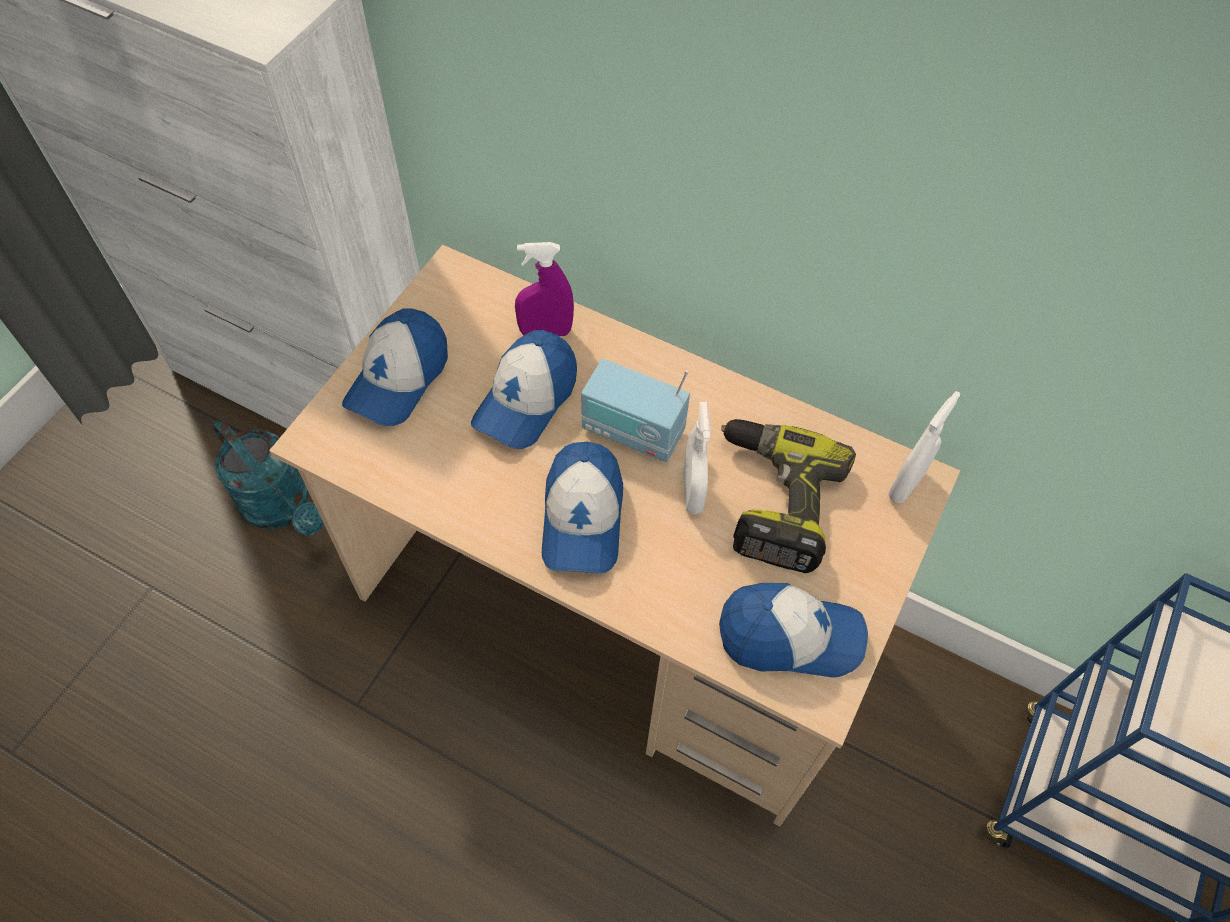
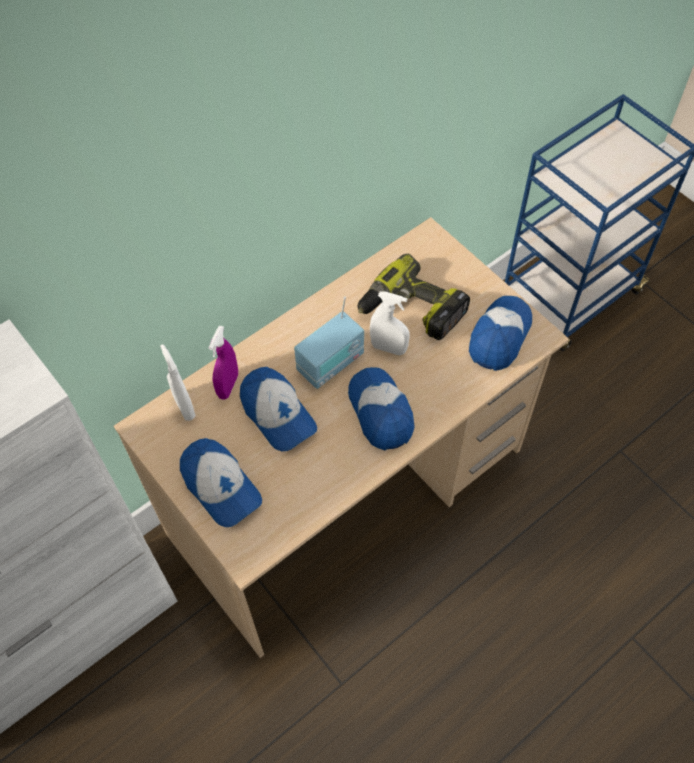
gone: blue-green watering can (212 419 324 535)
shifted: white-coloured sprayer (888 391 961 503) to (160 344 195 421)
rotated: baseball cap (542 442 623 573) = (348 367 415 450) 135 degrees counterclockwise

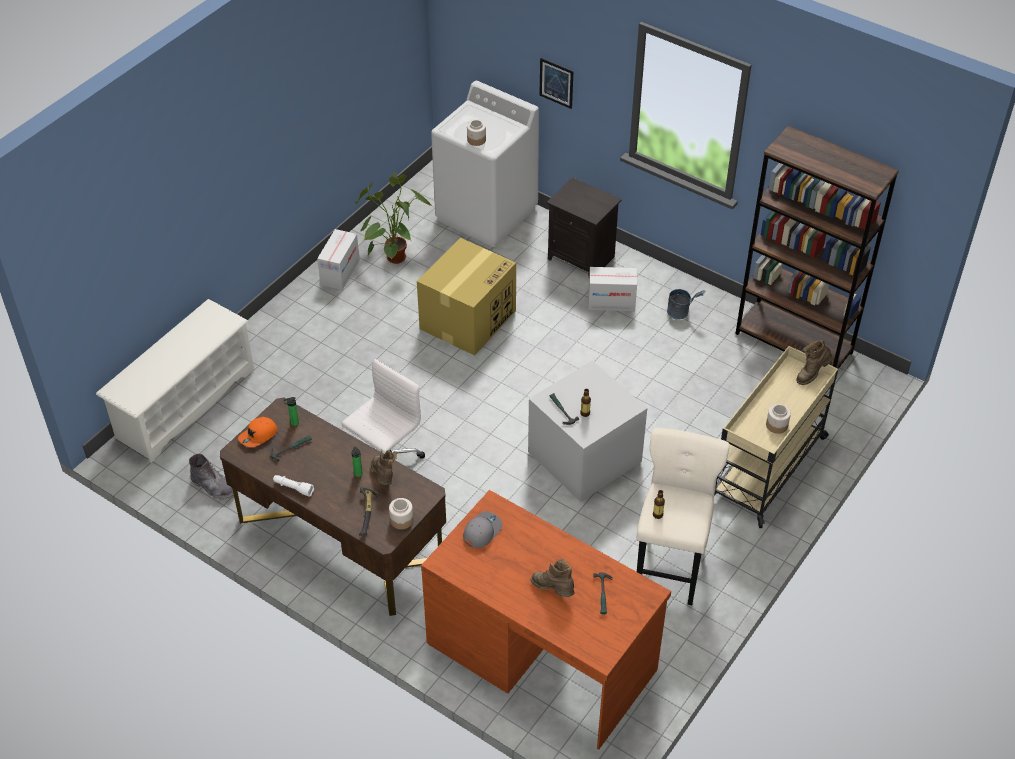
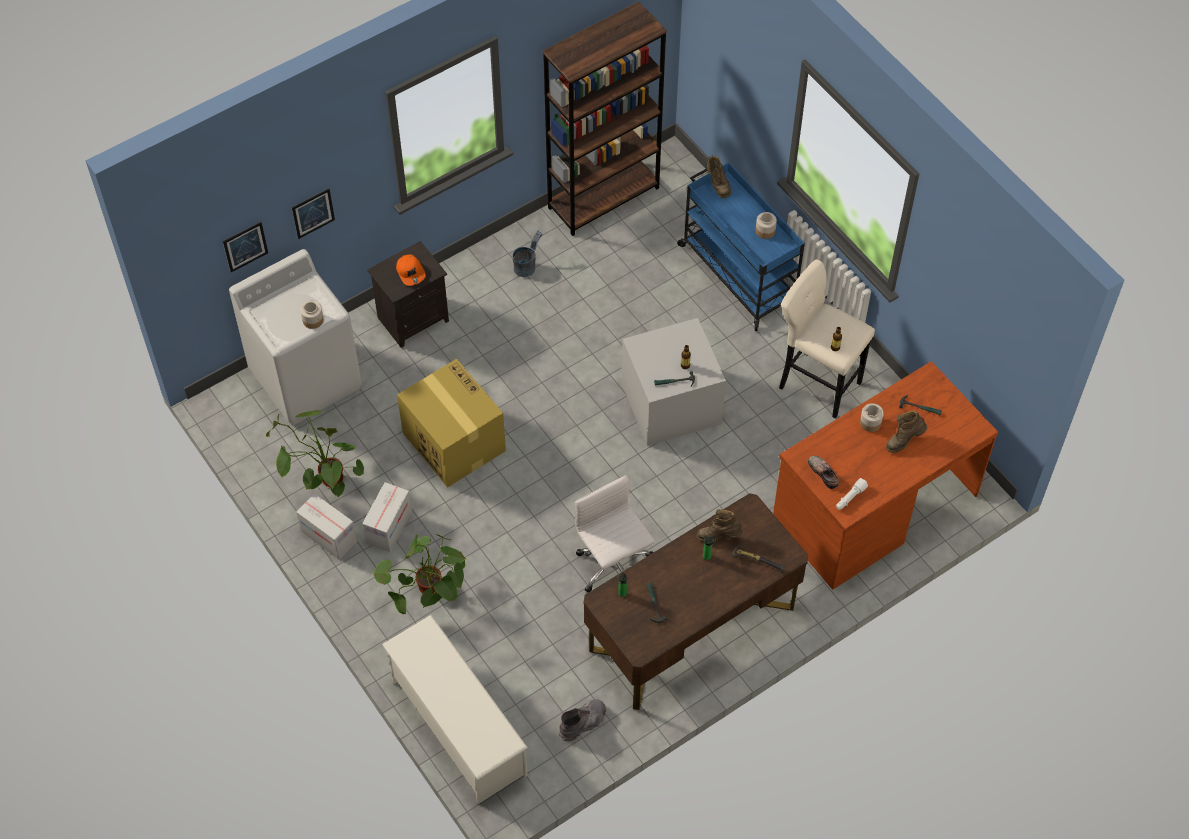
new: picture (223 222 268 272); plant in a pot (372 534 467 614)
shifted: orangey baseball cap (238 417 278 447) to (396 255 426 286); white-coloured hand torch (273 475 314 496) to (836 478 868 510); storage jar (389 498 413 530) to (860 403 884 432); packing box (588 267 637 311) to (362 482 412 552)
swapped: greyish baseball cap (463 511 502 548) to item of footwear (808 456 839 489)
repainted: beige cart (714 346 838 528) to blue cart (677 162 805 331)

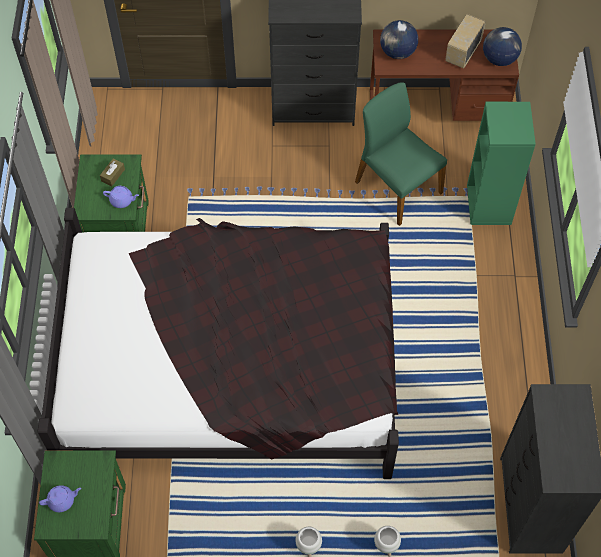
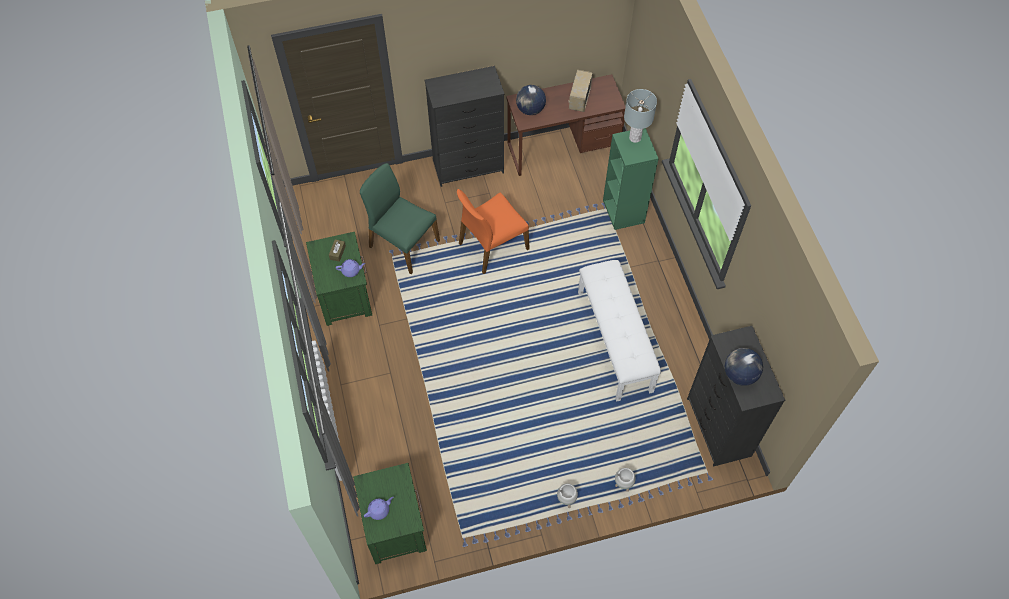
gone: blackish bed (38 208 399 479)
new: orangey plain chair (457 189 530 274); white-coloured long seat (578 260 661 402); greyish lamp for a table (624 89 657 143)
shifted: green-coloured plain chair (355 82 447 226) to (360 163 440 274); globe (483 27 522 66) to (725 348 763 386)

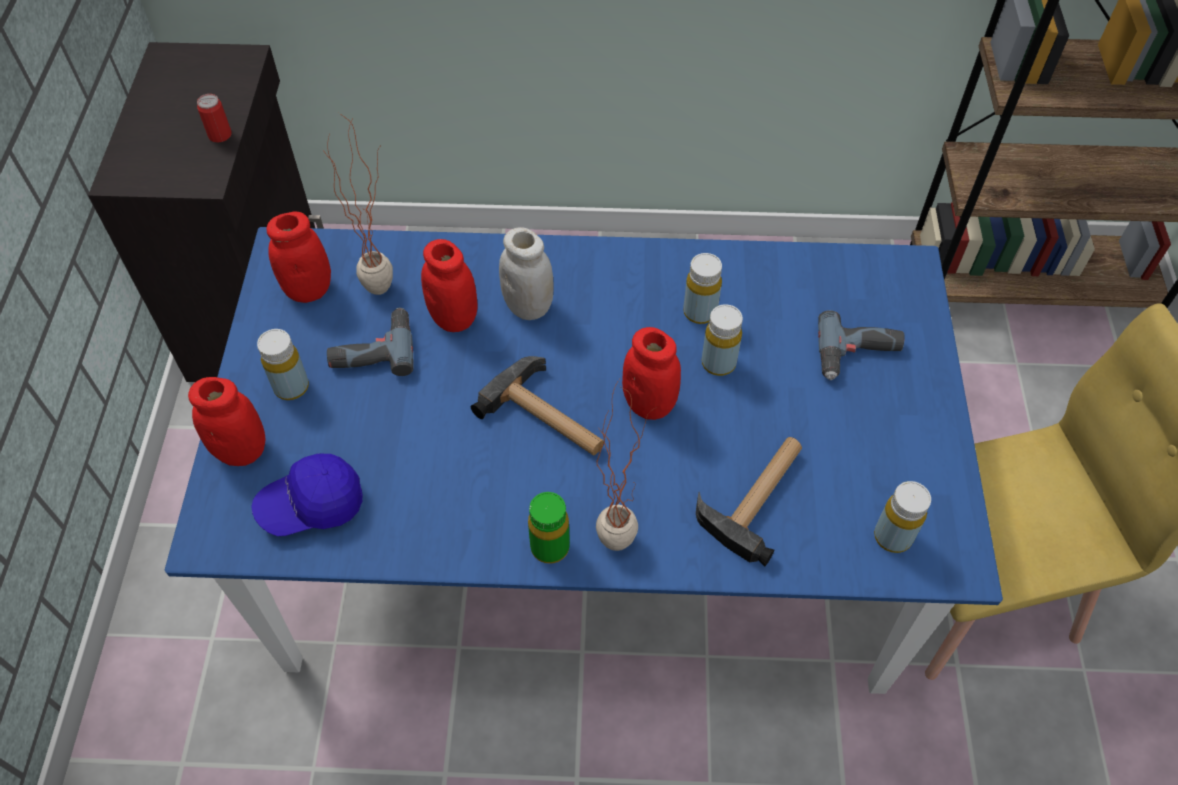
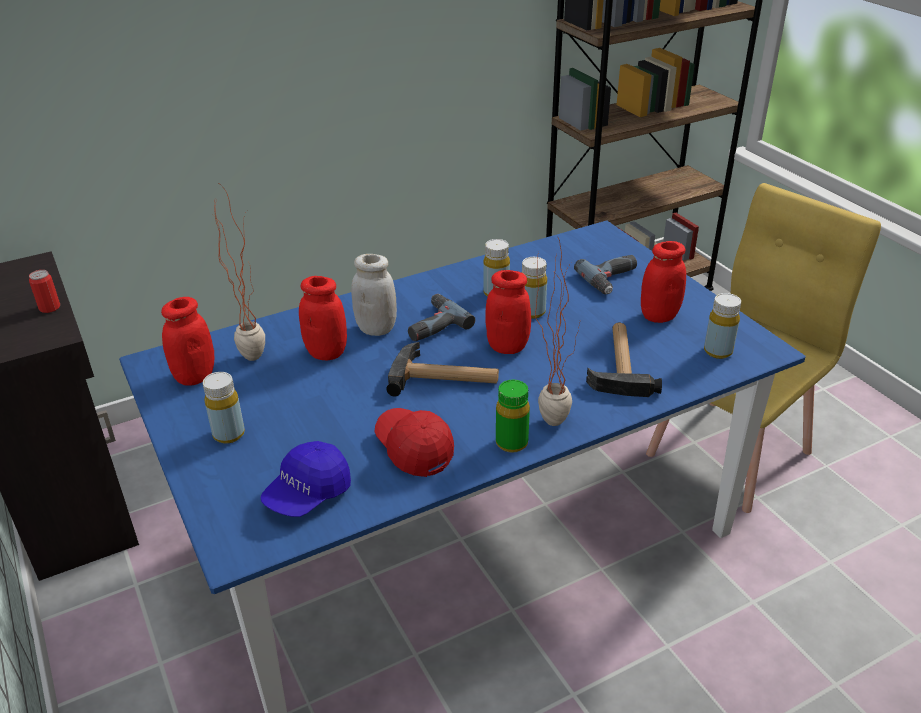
new: reddish baseball cap (374 408 454 477)
shifted: reddish storage jar (188 377 265 466) to (641 241 686 323); drill (327 308 414 376) to (408 294 476 341)

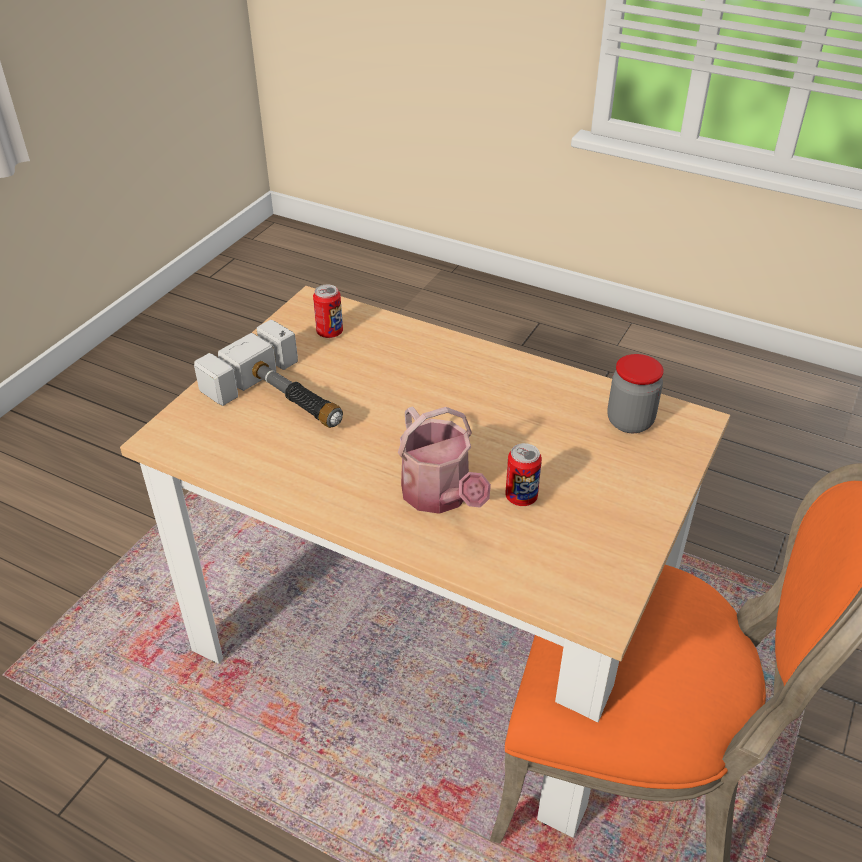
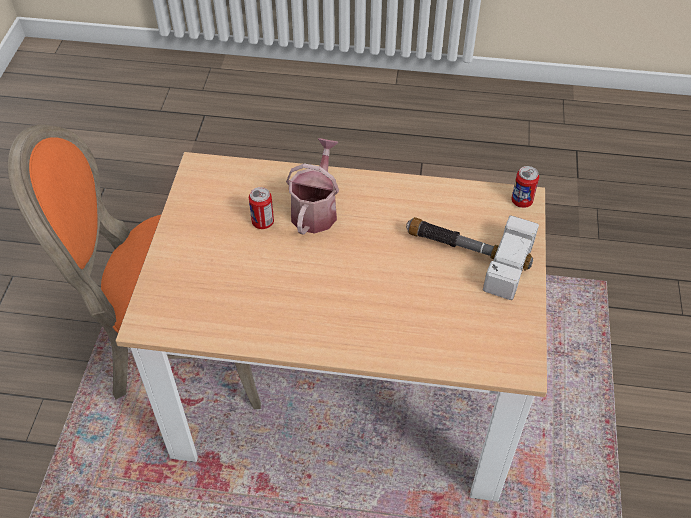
gone: storage jar (607 354 664 433)
shifted: sealed can (313 285 343 338) to (511 166 539 208)
rotated: watering can (398 406 491 514) = (286 138 339 235) 60 degrees clockwise

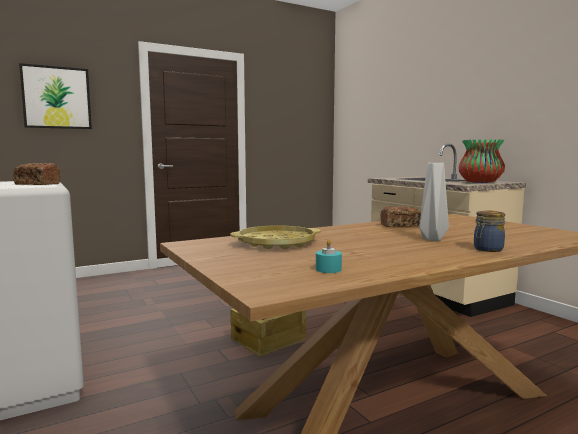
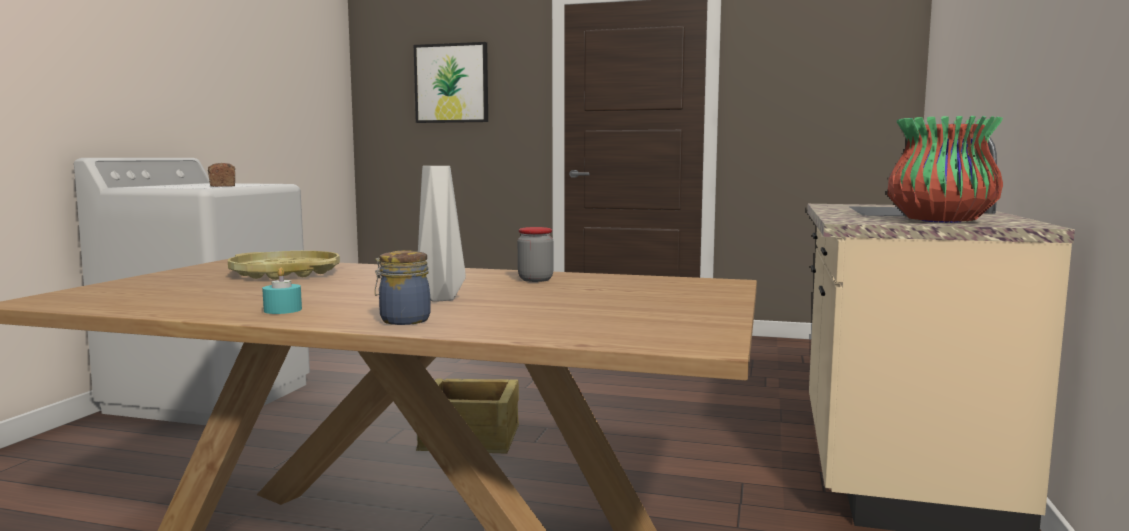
shifted: blue-green wax candle (316 239 342 273) to (262 268 302 314)
swapped: bread (380 206 421 227) to storage jar (518 227 554 282)

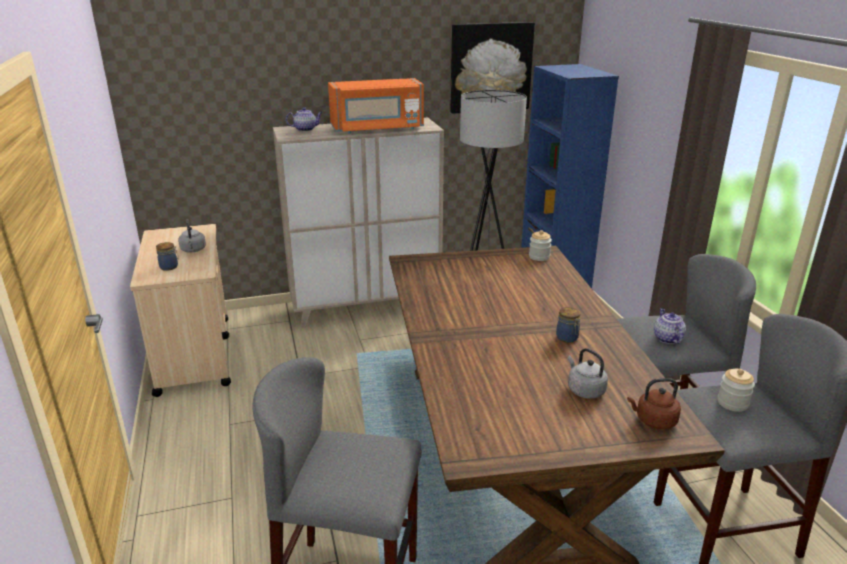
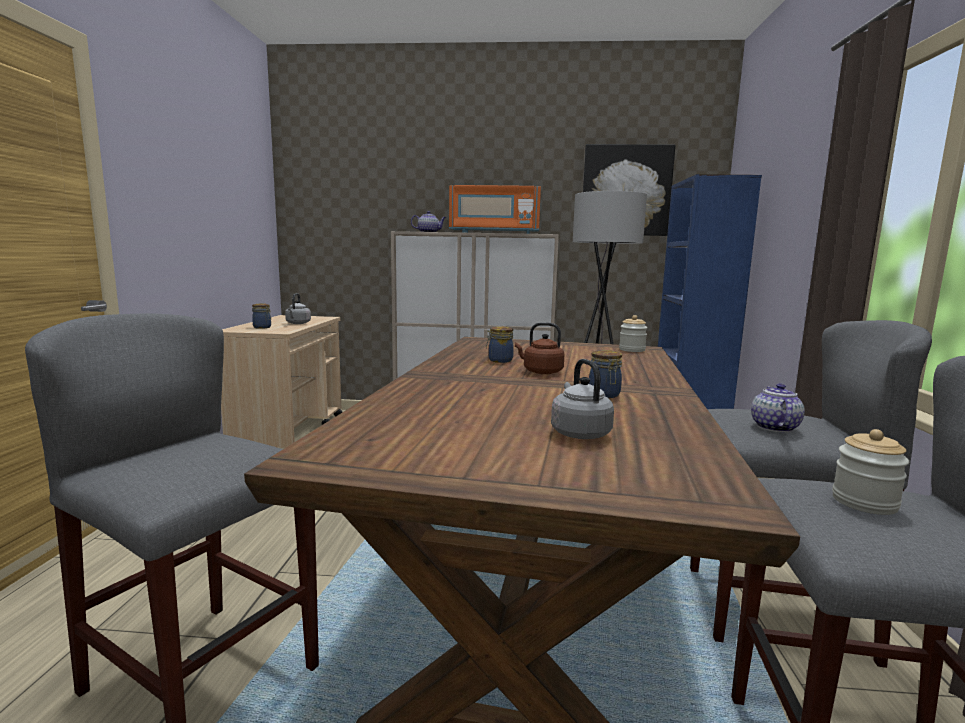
new: storage jar (486 326 514 363)
shifted: brownish water kettle (627 378 681 429) to (515 322 564 374)

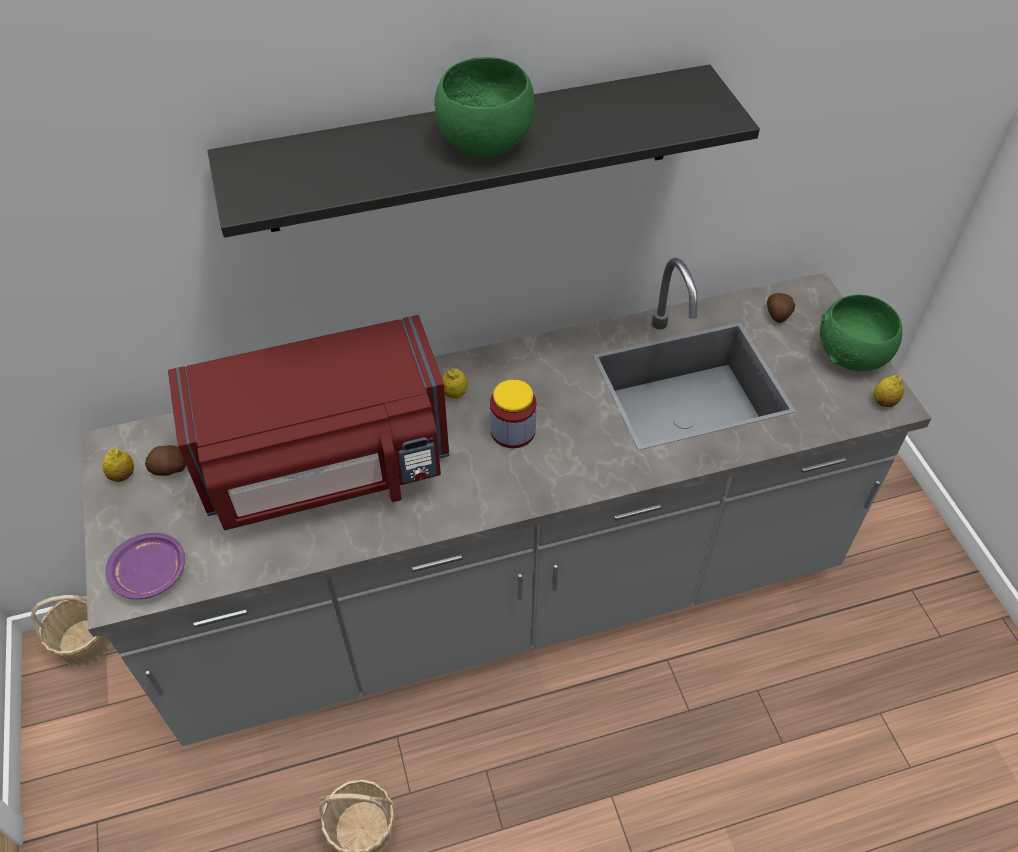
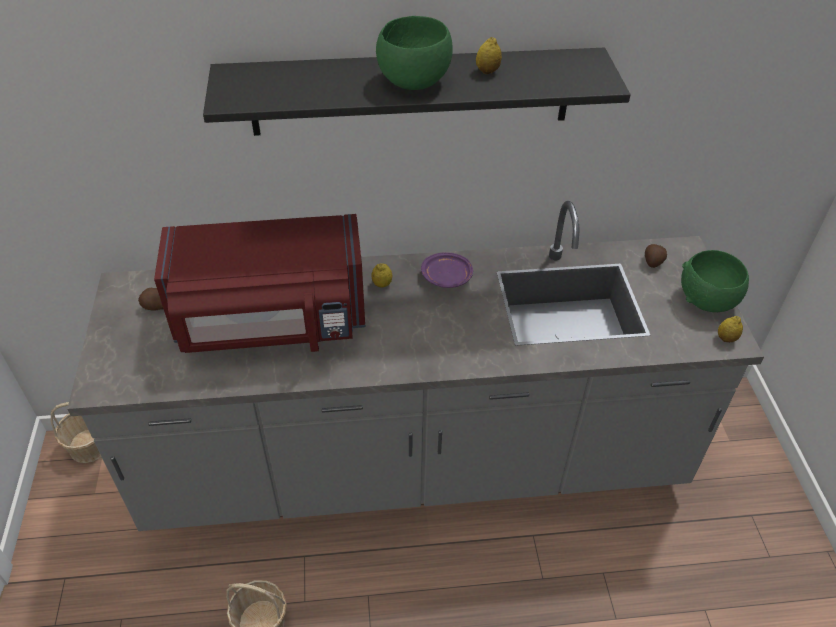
gone: storage jar (490 379 537 448)
shifted: whole lemon (102 448 134 482) to (476 37 502 74); purplish dinner plate (105 533 185 599) to (421 252 473 288)

